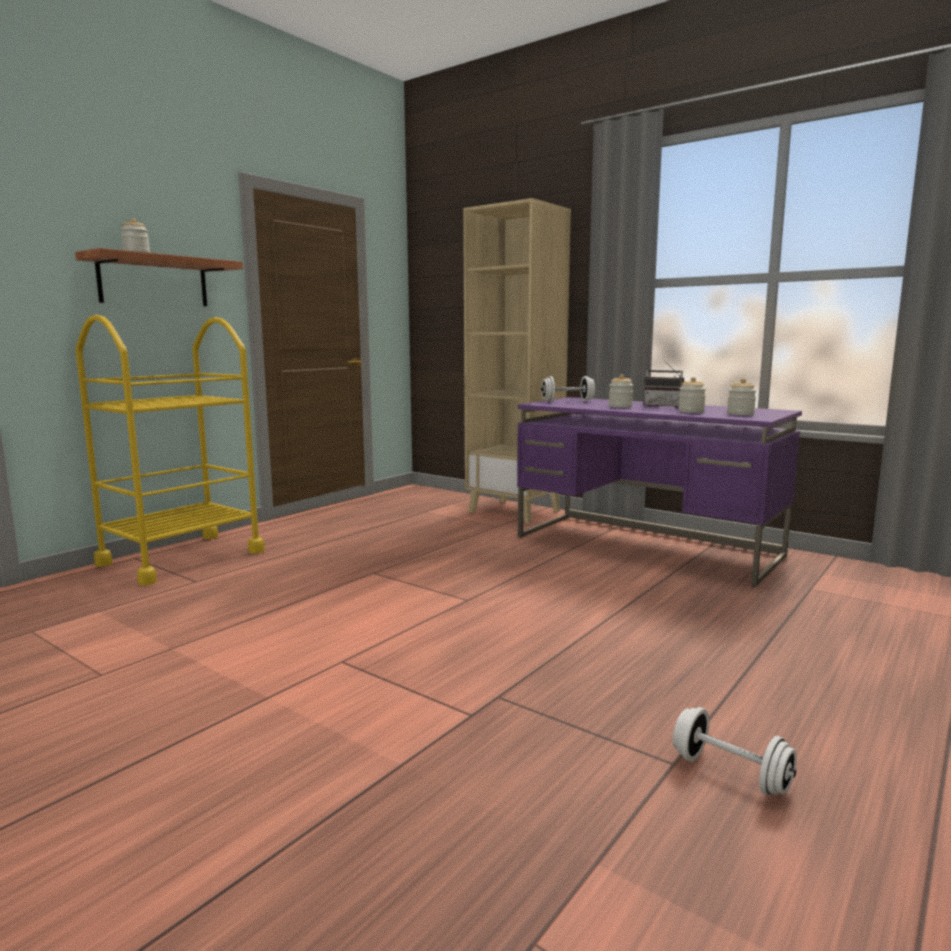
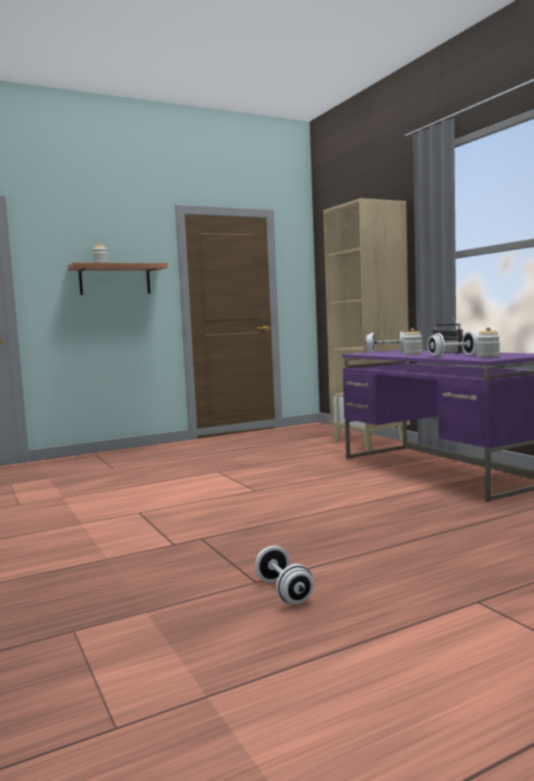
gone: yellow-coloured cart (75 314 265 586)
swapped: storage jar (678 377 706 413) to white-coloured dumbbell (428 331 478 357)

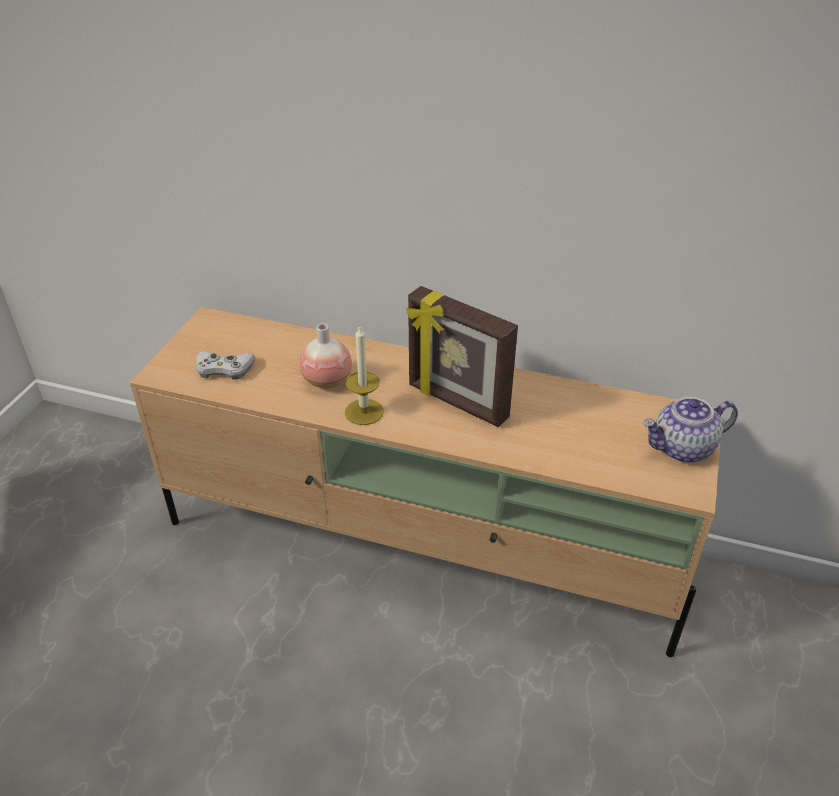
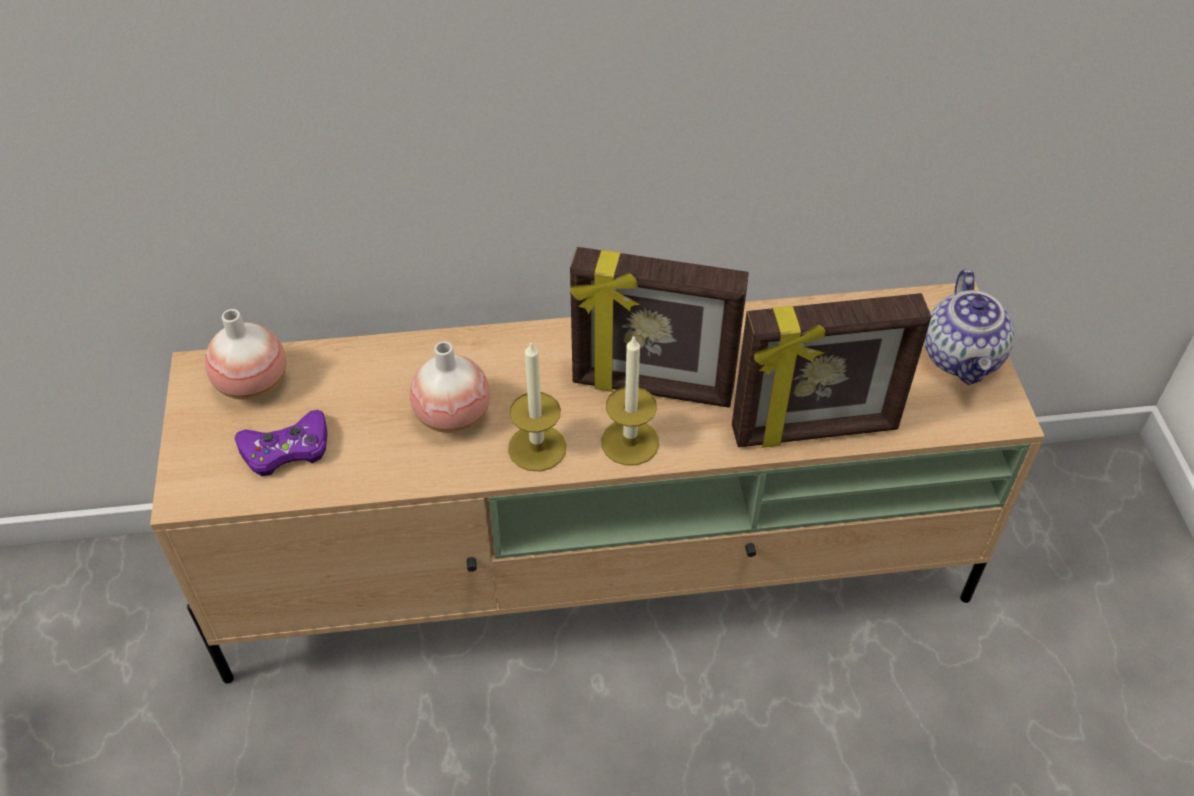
new: vase (205 309 286 400); wax candle (601 335 659 466); photo frame (732 293 932 448)
repainted: white-coloured game controller (196 351 255 380) to purplish game controller (235 410 327 476)
rotated: tea pot (643 397 738 463) = (924 270 1014 385) 45 degrees counterclockwise

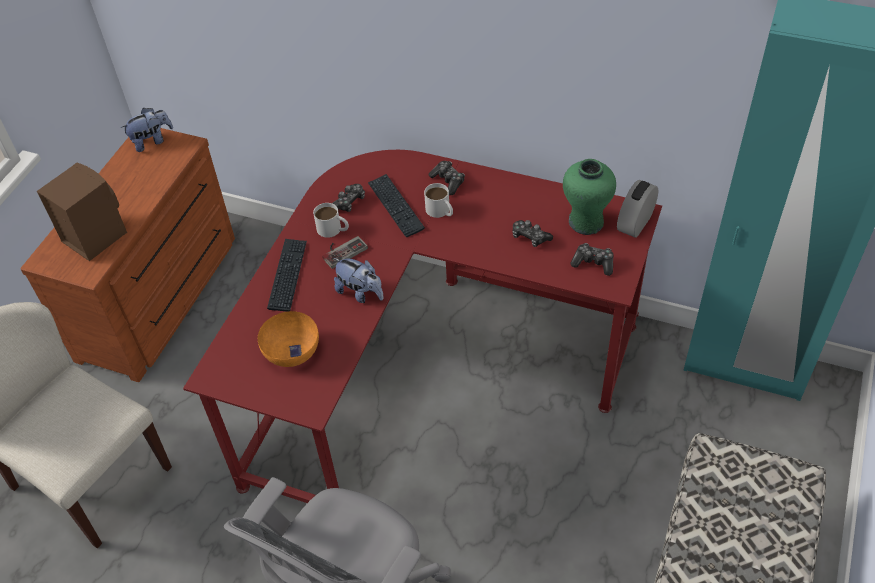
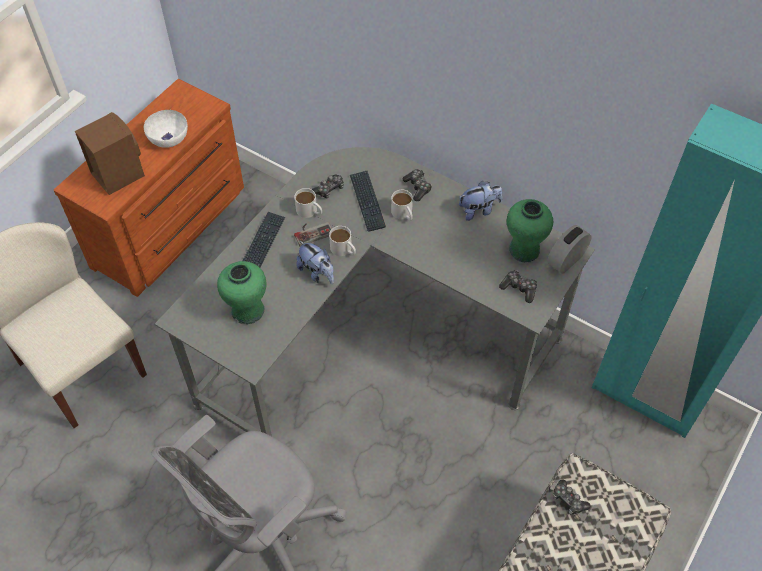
new: white-coloured deep dish (144 110 188 148); white-coloured tea mug (329 226 356 256)
shifted: cuddly toy (120 108 173 152) to (459 181 503 221); game controller (512 220 553 247) to (553 480 591 515)
swapped: orangey deep dish (258 311 319 367) to green-coloured vase (217 261 267 324)
repainted: reddish desk unit (183 150 662 503) to greyish desk unit (155 147 595 436)

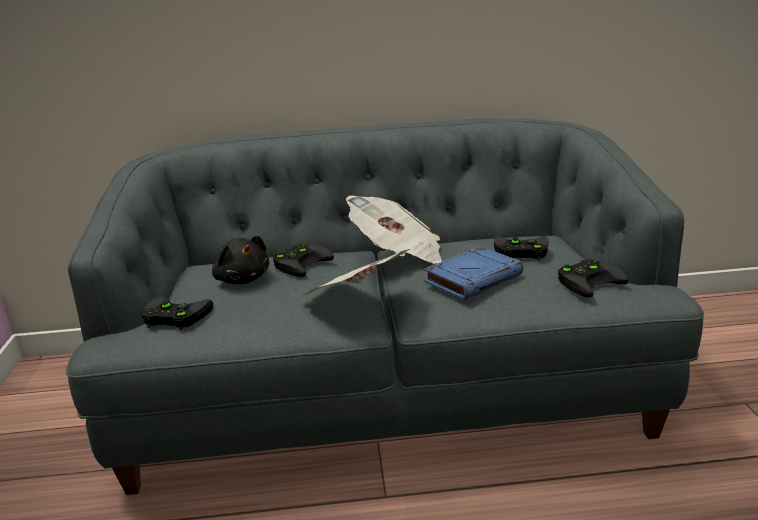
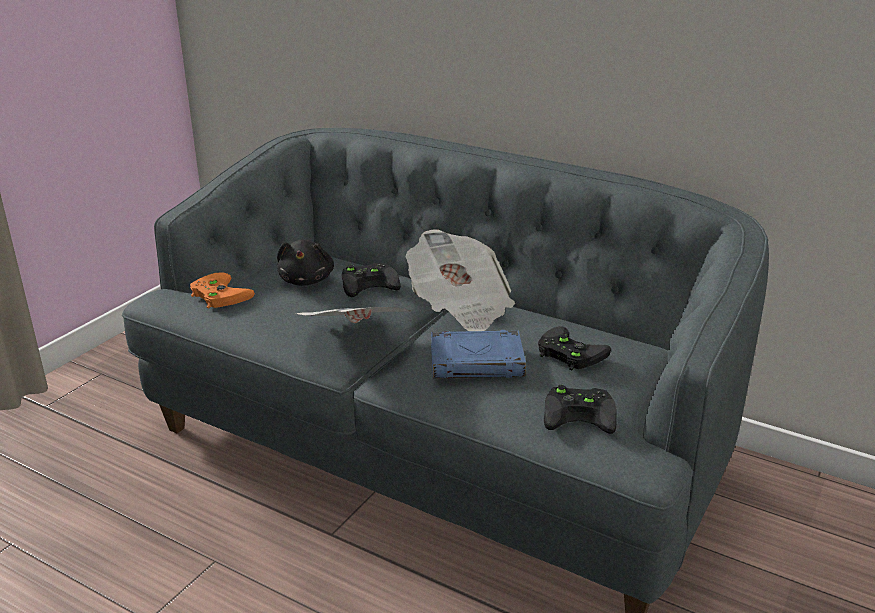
repainted: blackish game controller (142 297 213 330) to orangey game controller (190 272 255 309)

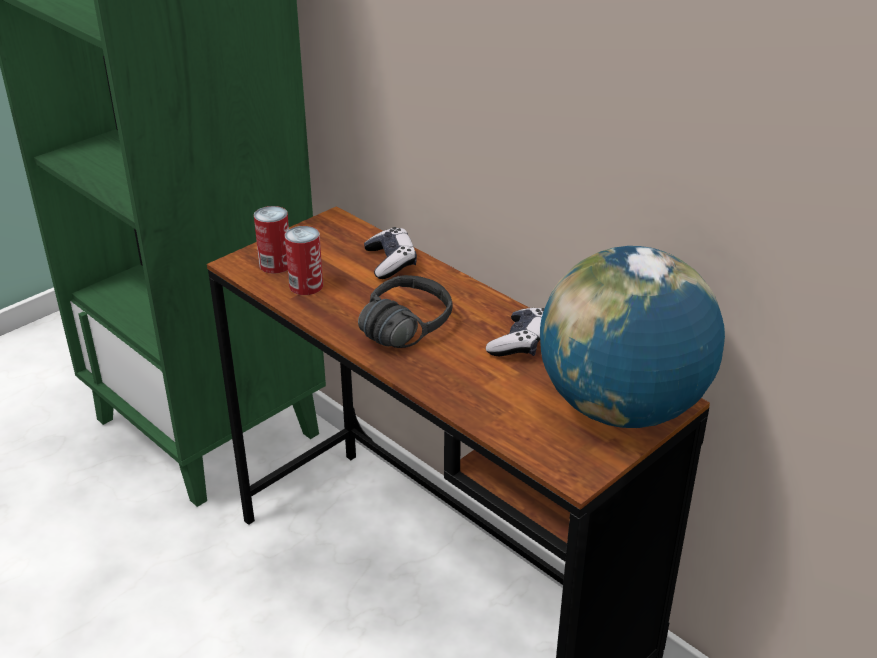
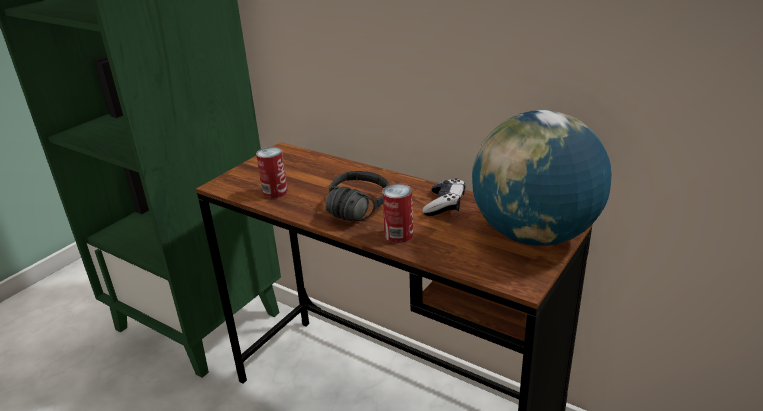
gone: game controller (364 227 417 279)
shifted: sealed can (254 206 289 274) to (382 184 413 243)

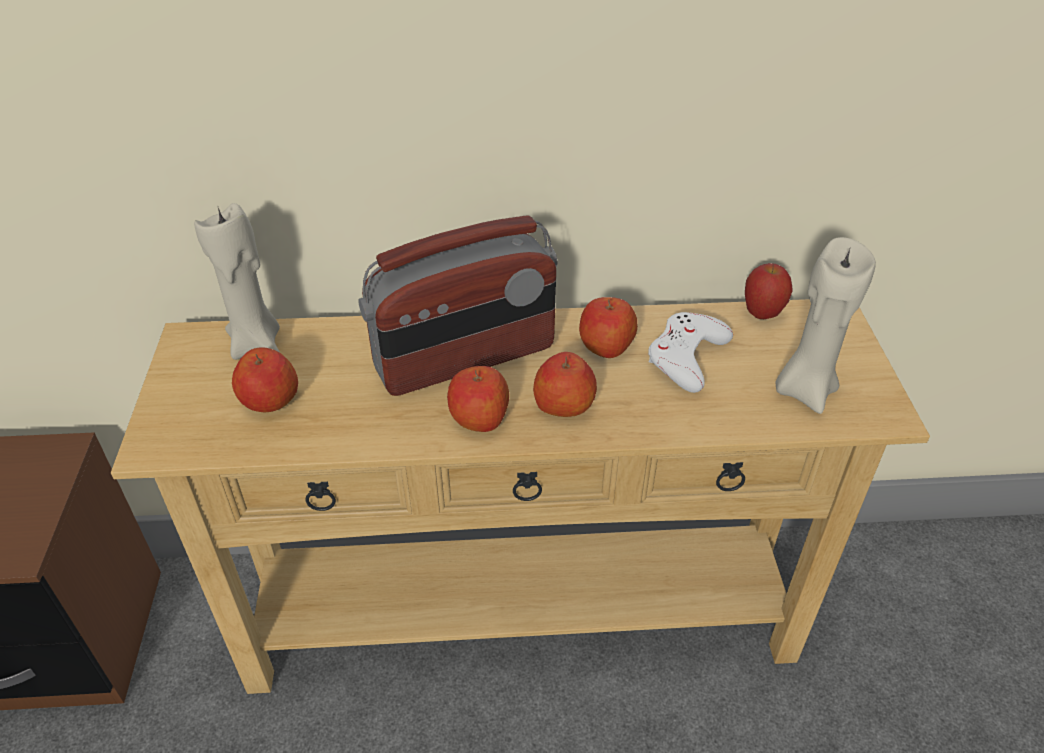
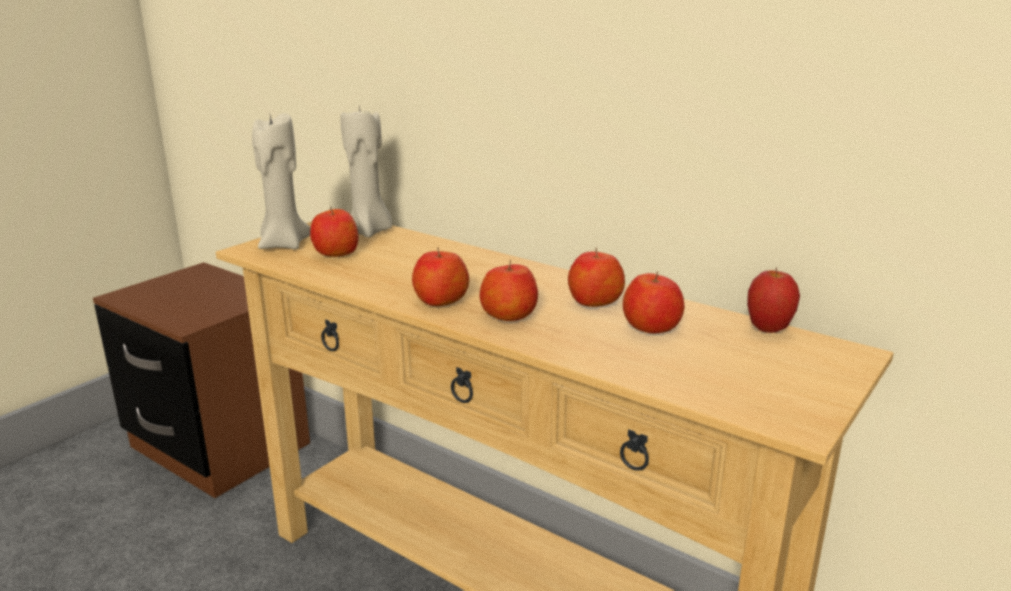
gone: radio set (358 215 558 396)
shifted: beige wax candle (775 237 876 414) to (252 113 311 249)
swapped: white-coloured game controller (648 312 733 393) to apple fruit (623 271 685 333)

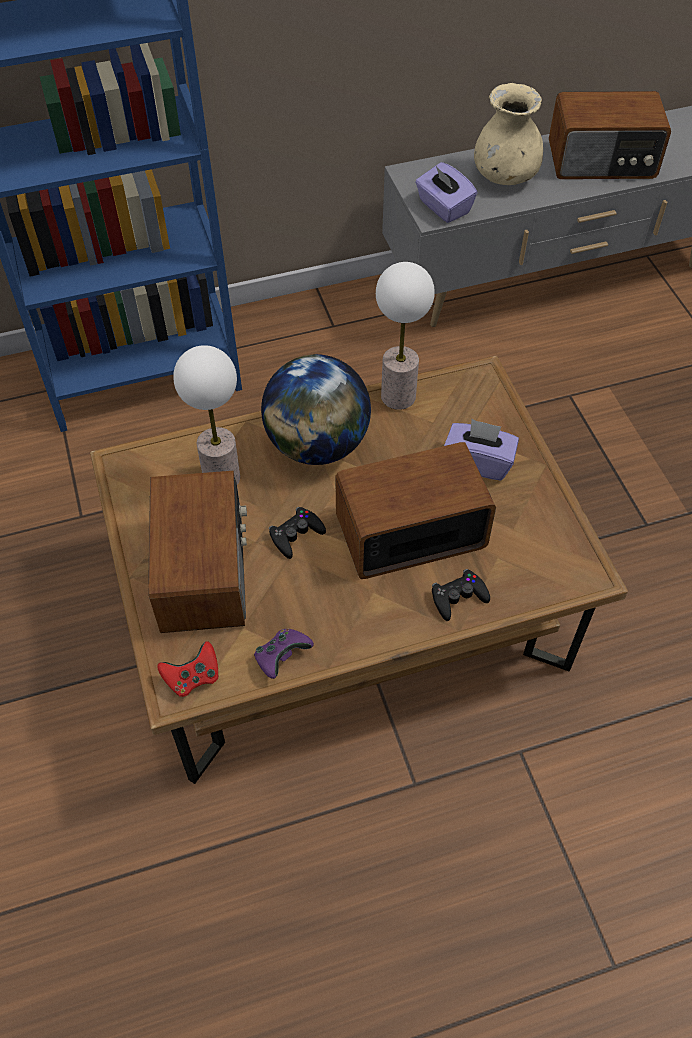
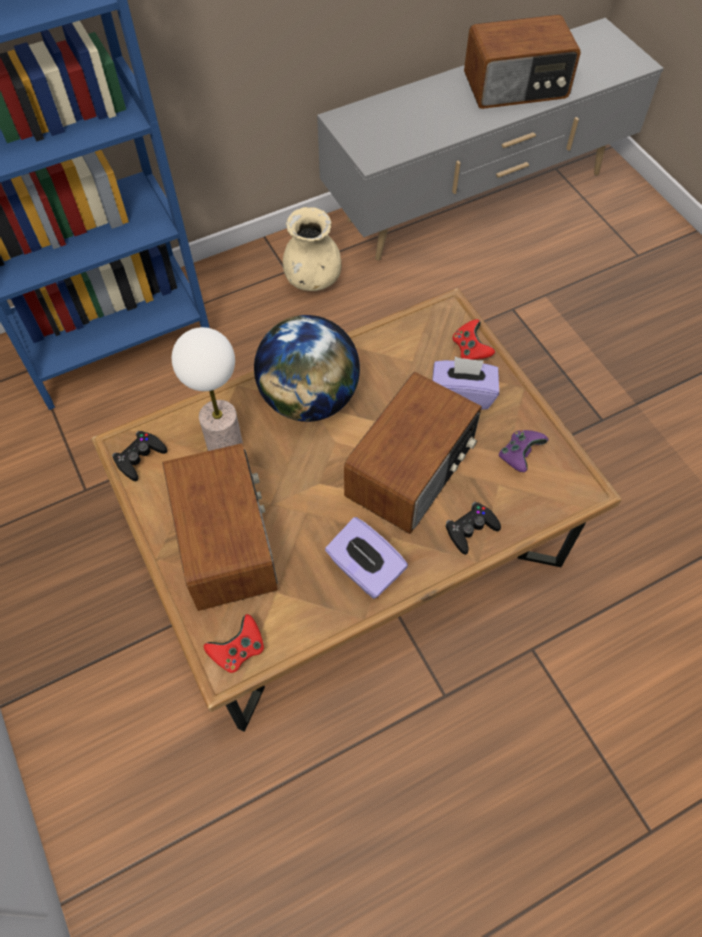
gone: lamp for a table (376 262 435 410)
new: reddish game controller (453 319 495 360)
shifted: purplish game controller (254 629 314 679) to (499 430 548 472); blackish game controller (269 507 326 559) to (112 431 168 481); purplish box of tissues (415 162 477 223) to (325 517 408 599); beige vase (474 83 543 185) to (283 207 342 291)
rotated: radio set (335 442 496 579) = (344 371 482 534) 150 degrees clockwise

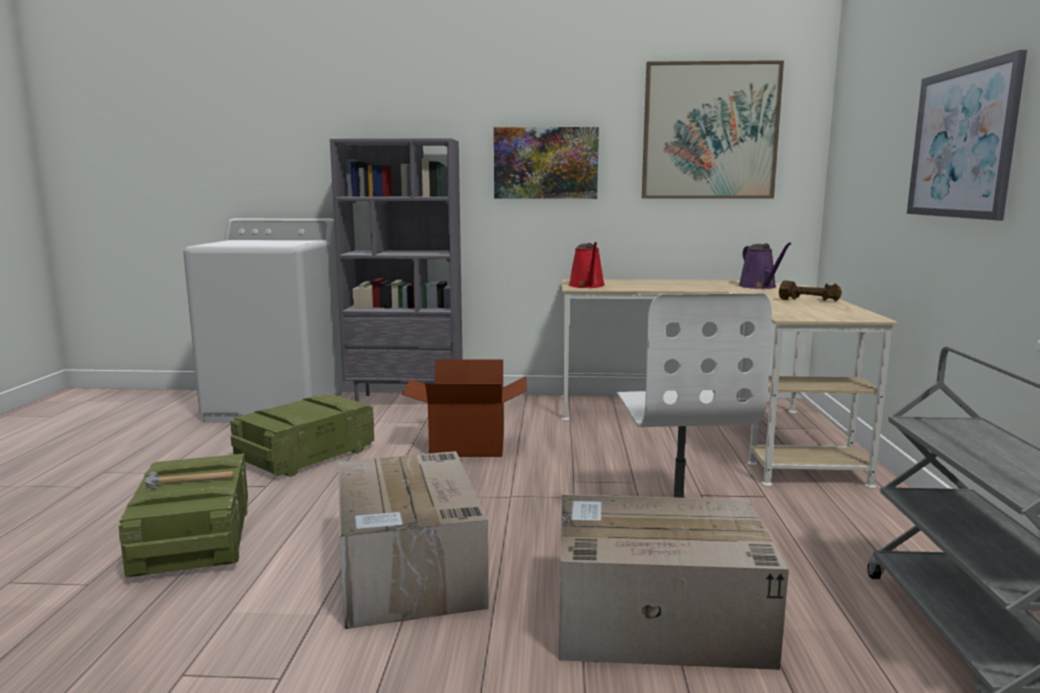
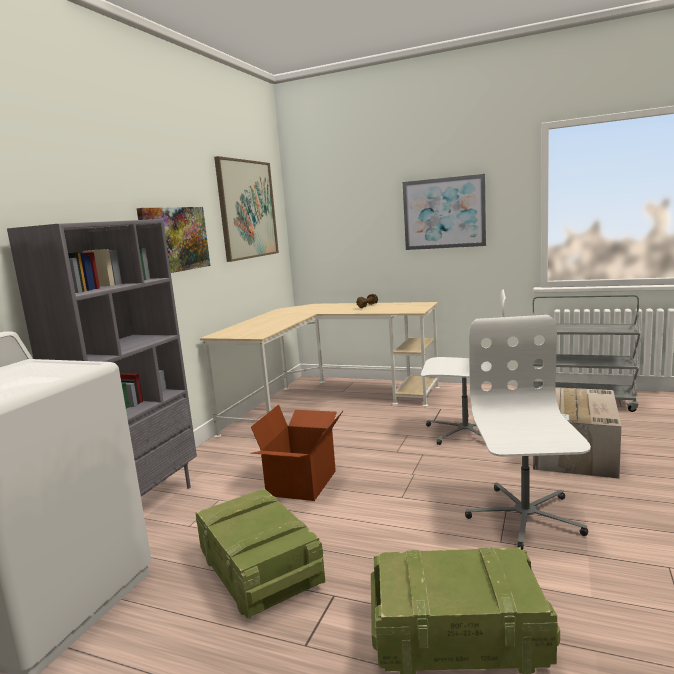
gone: hand hammer (145 471 234 489); reddish watering can (569 242 605 288); purplish watering can (739 242 792 289)
swapped: packing box (338 451 489 629) to white-coloured computer chair (465 315 591 550)

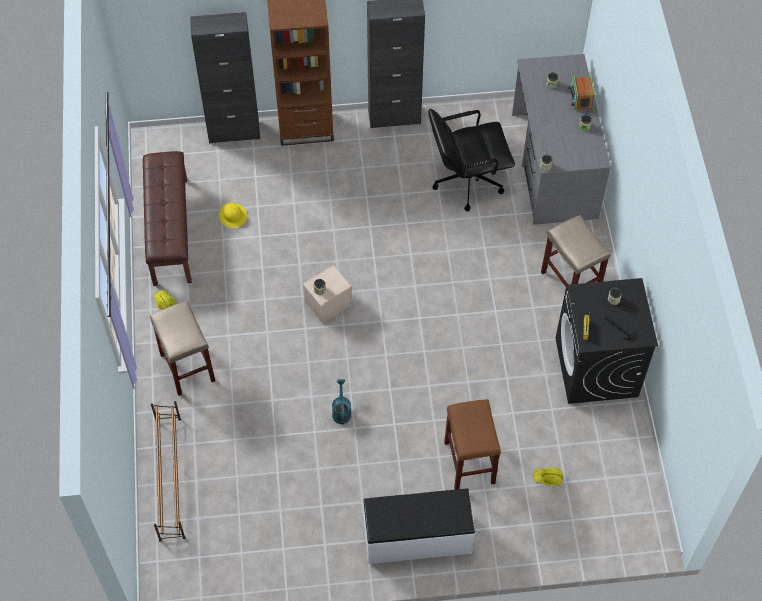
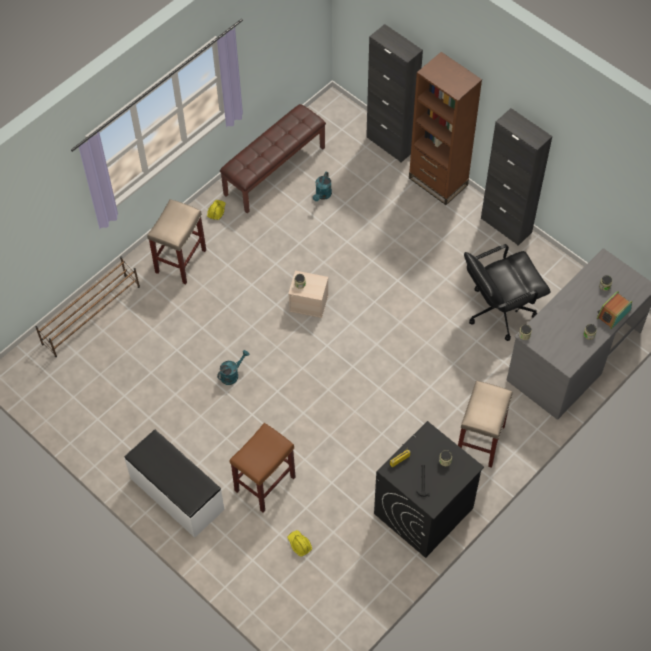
swapped: yellow-coloured safety helmet (219 203 247 228) to blue-green watering can (313 172 332 201)
rotated: blackish computer chair (428 109 515 211) = (464 244 551 341) 60 degrees counterclockwise

